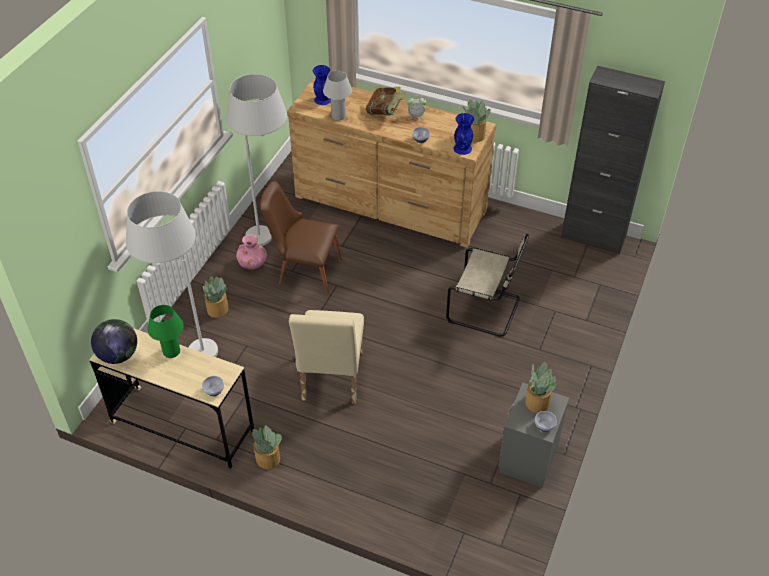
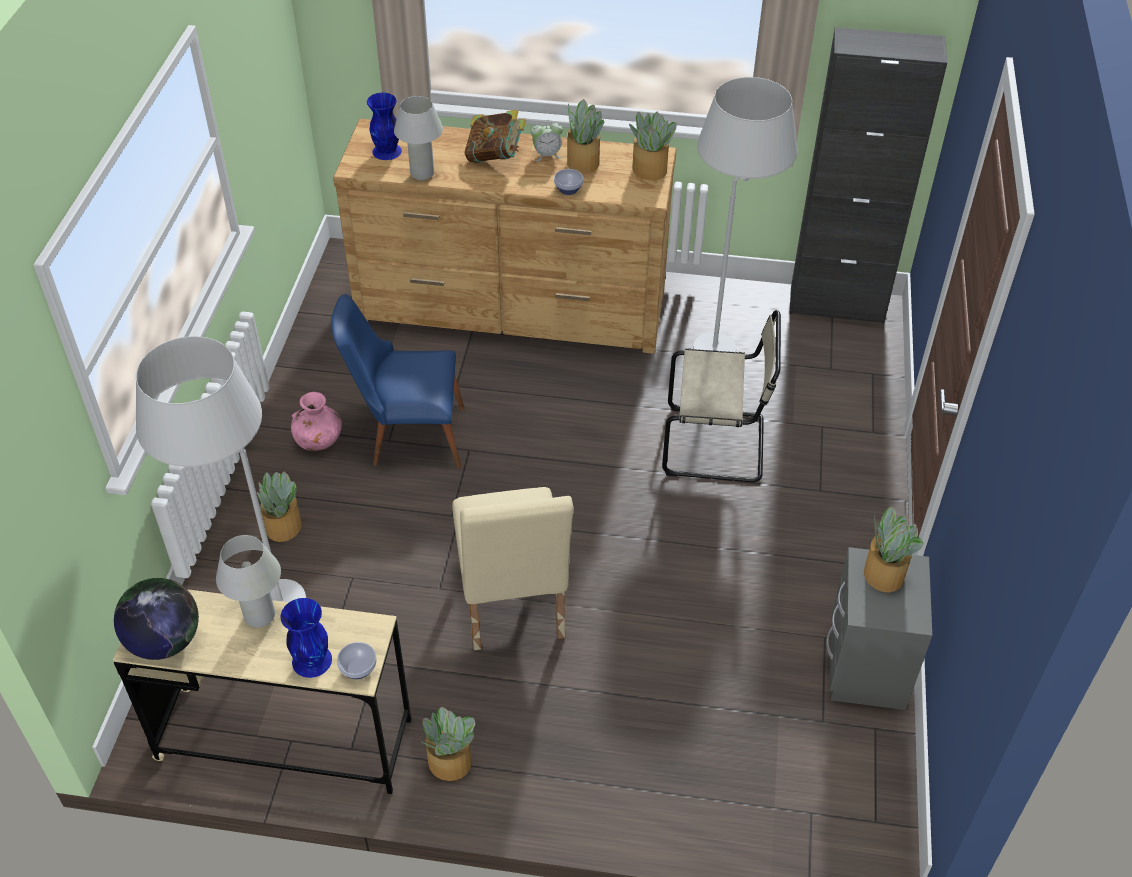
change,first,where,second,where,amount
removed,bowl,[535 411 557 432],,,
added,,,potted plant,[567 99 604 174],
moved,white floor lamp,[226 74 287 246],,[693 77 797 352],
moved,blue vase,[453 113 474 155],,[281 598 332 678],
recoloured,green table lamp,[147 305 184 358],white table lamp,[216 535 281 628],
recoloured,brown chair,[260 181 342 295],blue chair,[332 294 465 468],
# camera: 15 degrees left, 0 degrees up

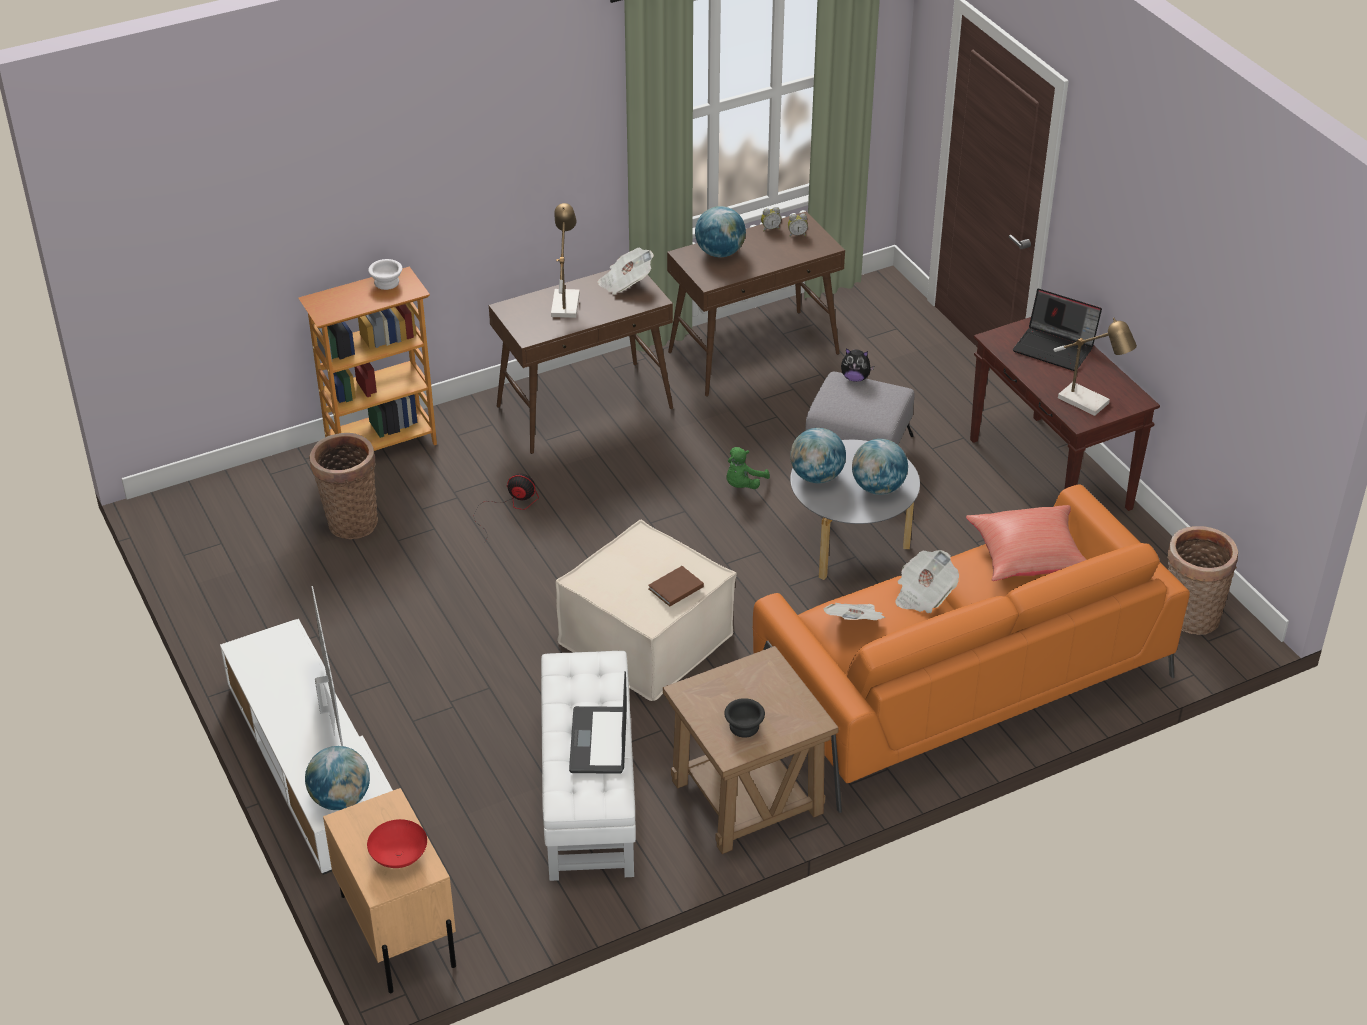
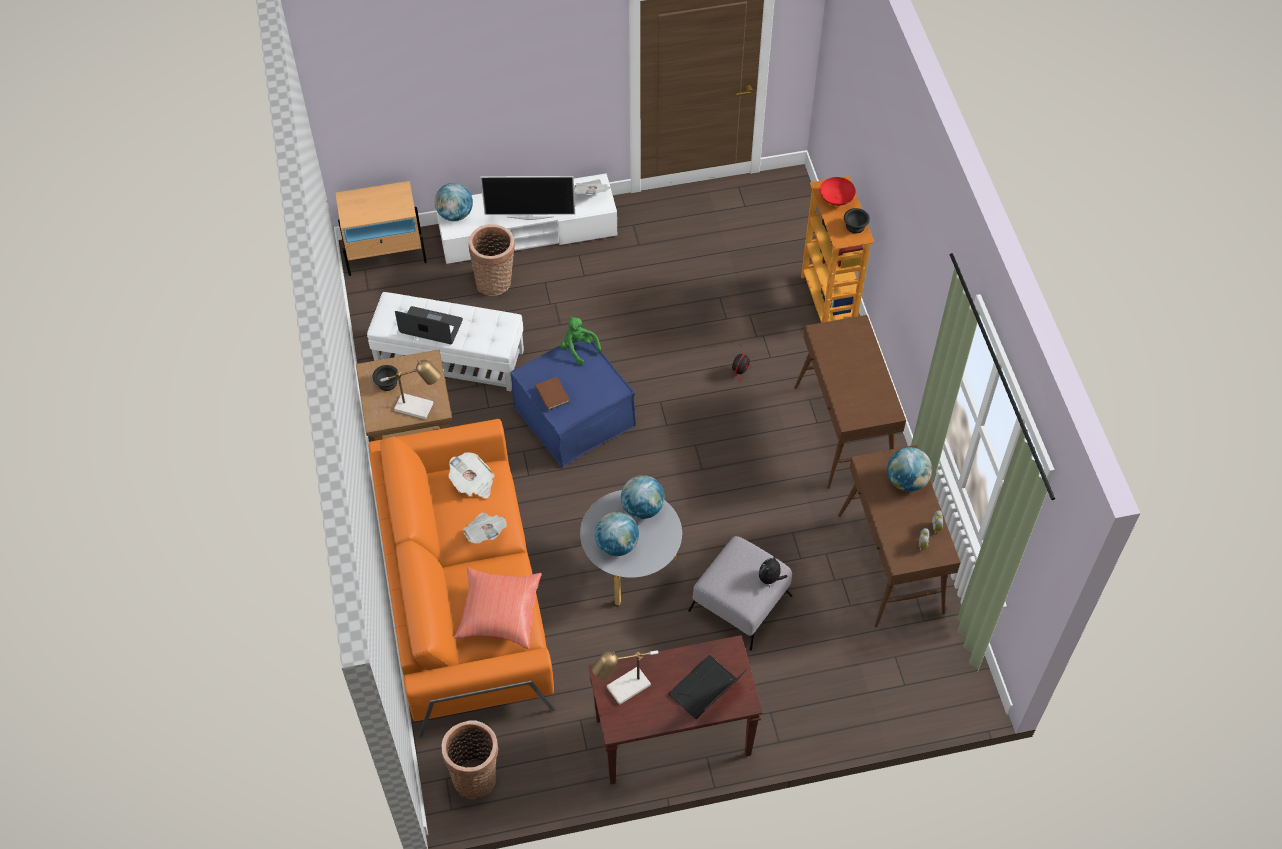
change,first,where,second,where,amount
moved,basket,[309 433 378 539],,[468 224 515 296],
moved,red bowl,[367 819 427 868],,[820 177 856 206],
moved,table lamp,[551 203 580 318],,[380 360 441 419],
moved,newspaper,[598 247 654 295],,[574 180 610 195],
moved,green plush toy,[727 447 770 489],,[560 316 601 365],
recoloured,white bowl,[368 259 402 290],black bowl,[844 208 870 233],
recoloured,beige ottoman,[555 519 737 701],blue ottoman,[510 333 636 467],
# camera: 105 degrees right, 15 degrees up

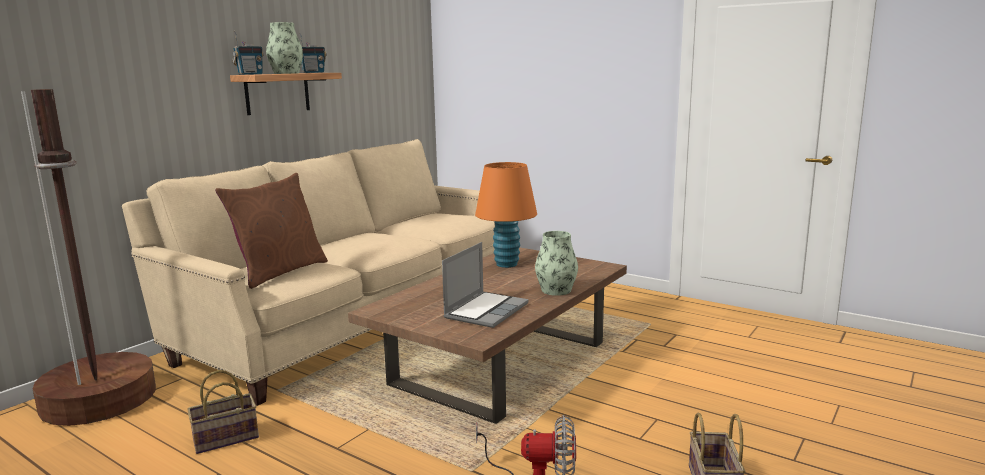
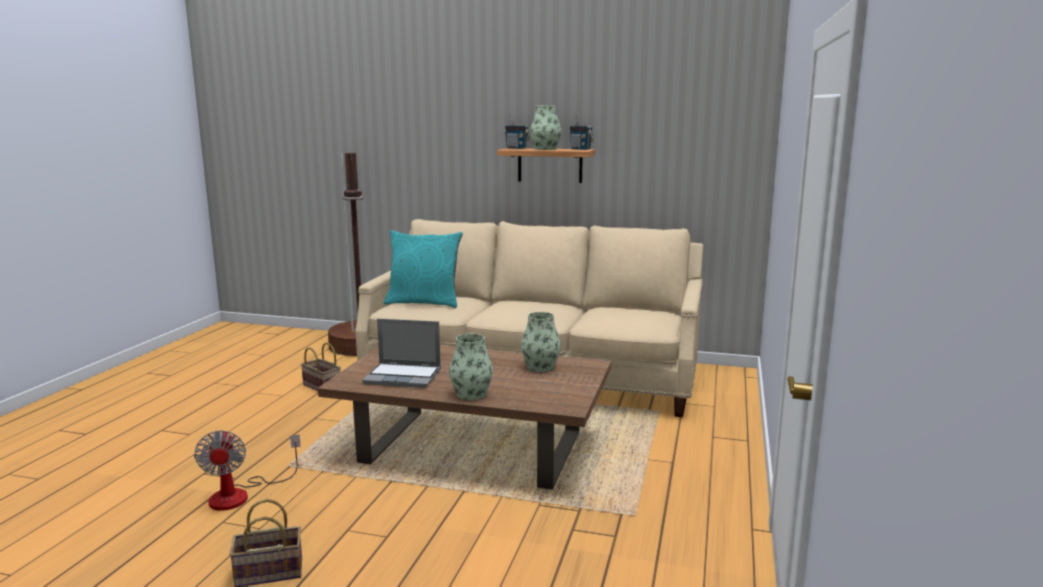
change,first,where,second,where,amount
replaced,orange table lamp,[475 162 537 268],vase,[521 312 561 372],
recoloured,brown pillow,[215 173 328 289],turquoise pillow,[384 230 463 308],
# camera: 70 degrees right, 0 degrees up

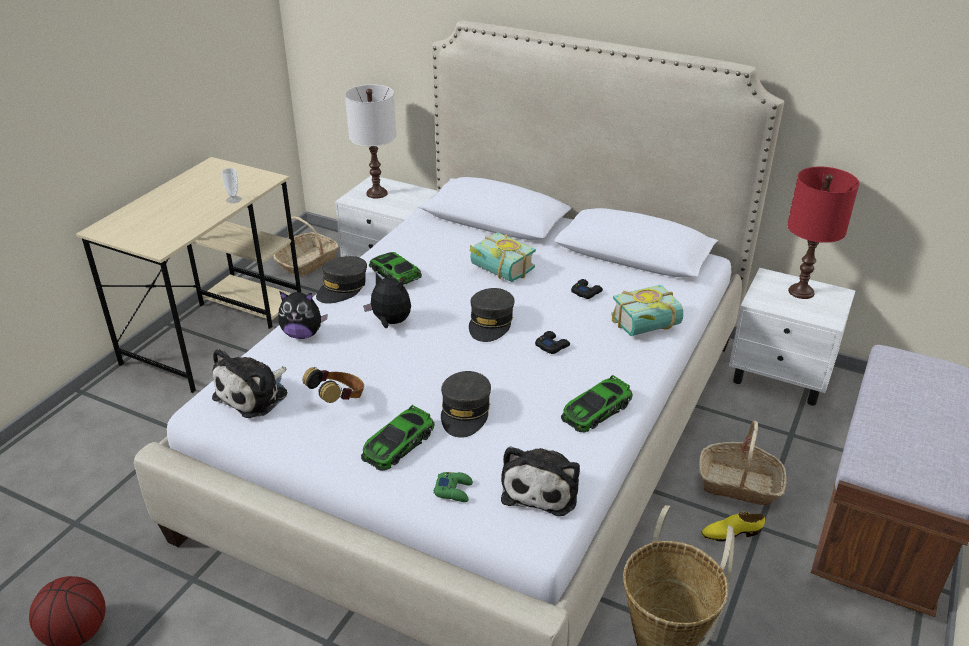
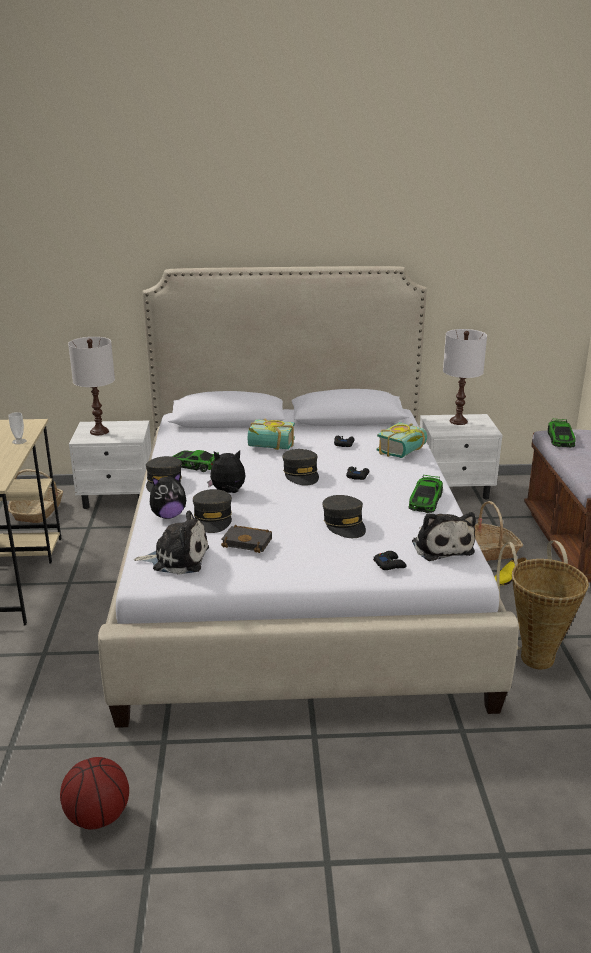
change,first,where,second,where,amount
added,,,grey cap,[193 489 232 533],
moved,toy car,[361 405 435 471],,[548 418 576 448],
replaced,headphones,[302 367 364 403],black book,[221 525 272 553],
recoloured,green game controller,[434 472 473 502],black game controller,[373 551 406 570],
recoloured,red table lamp,[787 167 859 299],white table lamp,[443 329 487 425],
turned,plush toy,[212 348 287 418],,[134 511 209 575],90 degrees counterclockwise
# camera: 30 degrees left, 10 degrees down

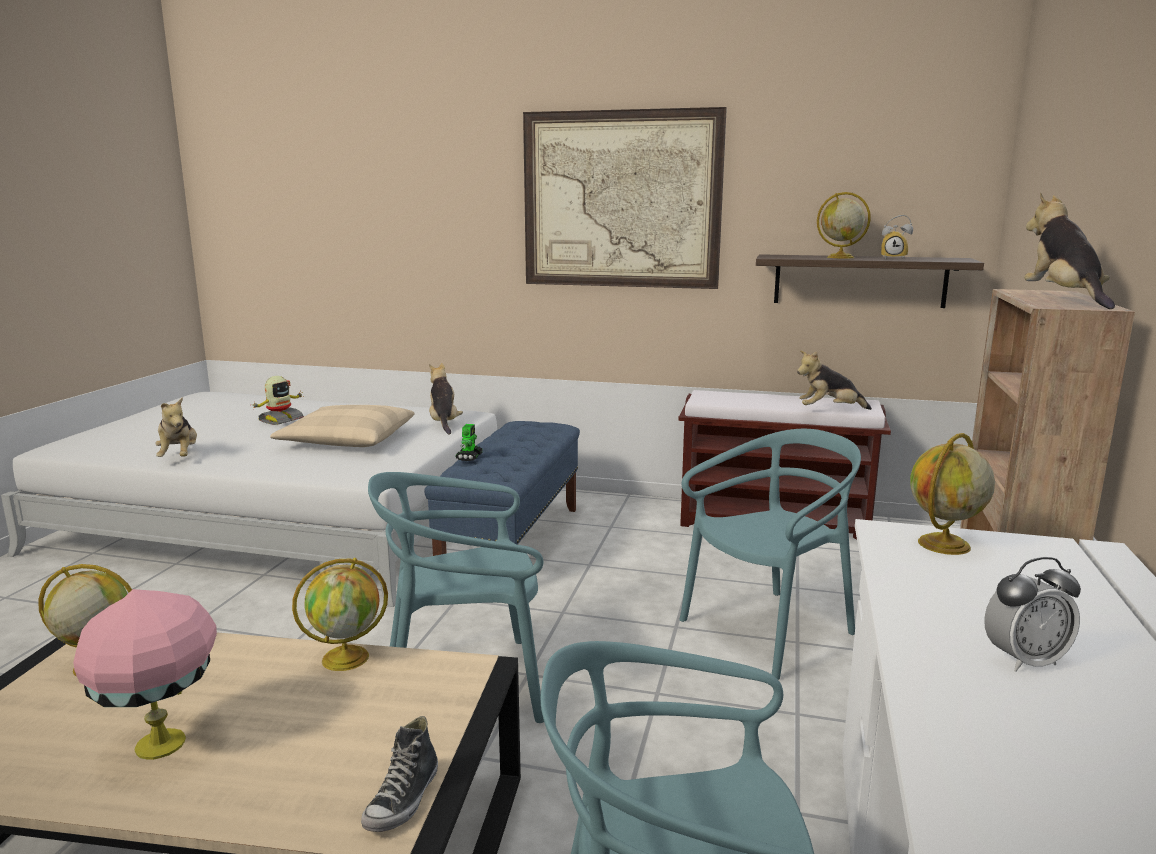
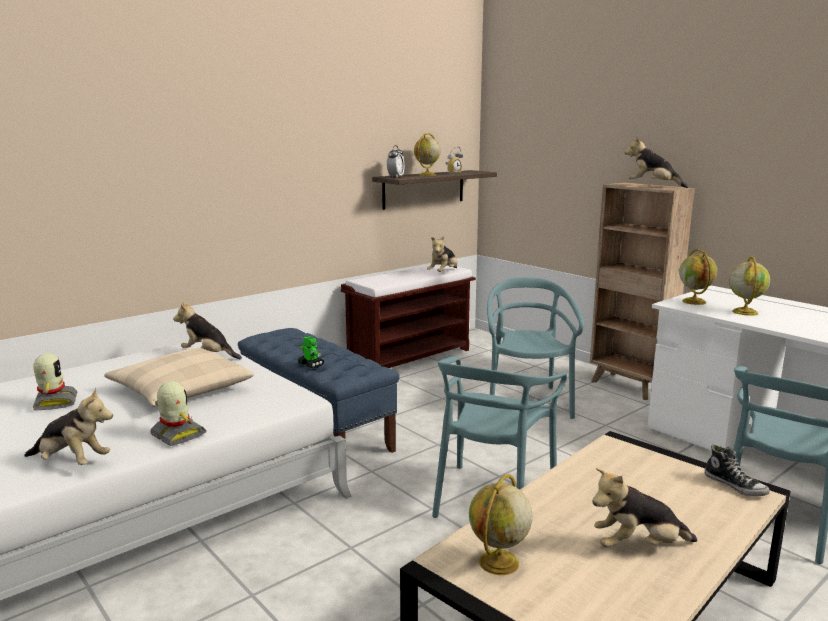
change,first,where,second,where,amount
removed,picture,[523 107 727 289],,,
added,,,toy robot,[150 381 207 446],
moved,globe,[292 558 388 671],,[729 256 770 316],
moved,alarm clock,[984 557 1081 672],,[387 145 405 178],
replaced,pink table lamp,[73 589 217 760],plush toy,[592 468 697 547],
# camera: 55 degrees left, 0 degrees up

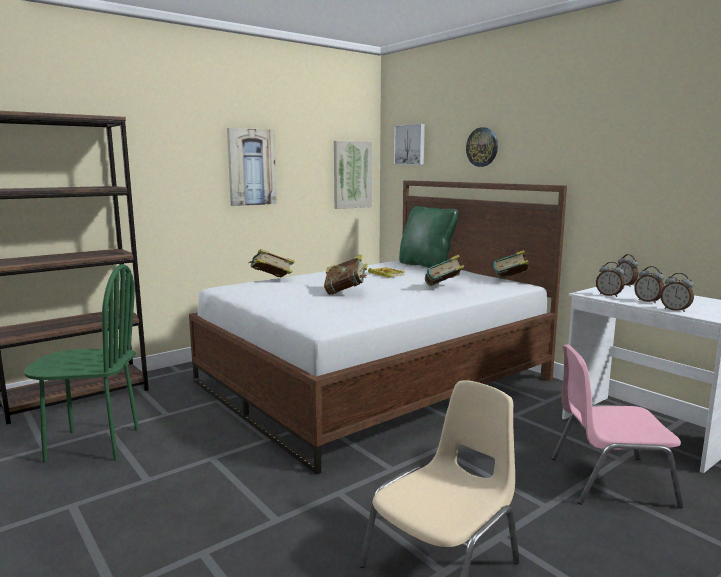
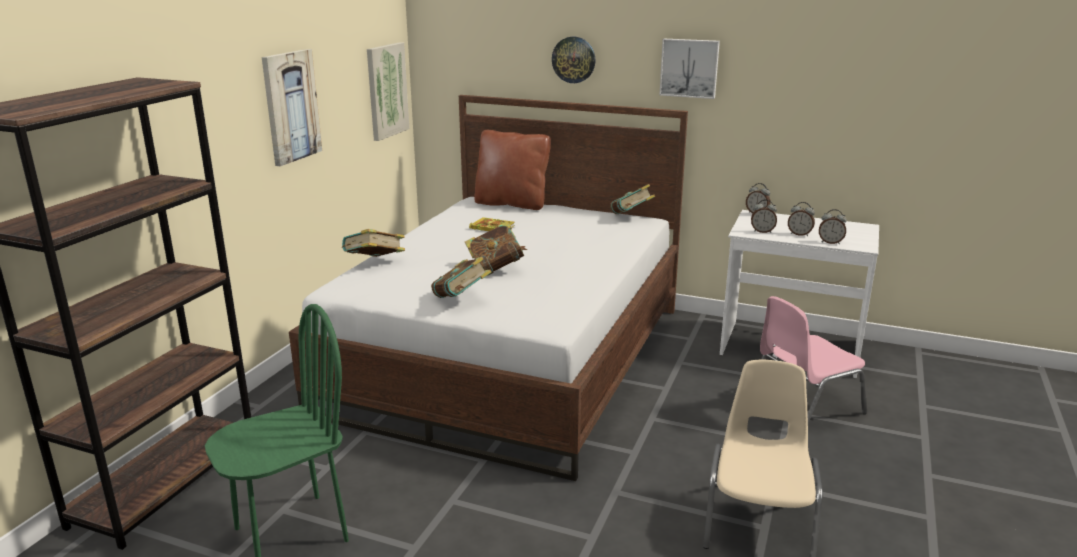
change,first,where,second,where,amount
moved,picture,[394 124 425 165],,[660 39 720 99],
moved,book,[425 255 464 286],,[431 257 492 298],
recoloured,green pillow,[399 206 458 268],brown pillow,[474 130 551 210],
# camera: 30 degrees left, 10 degrees up

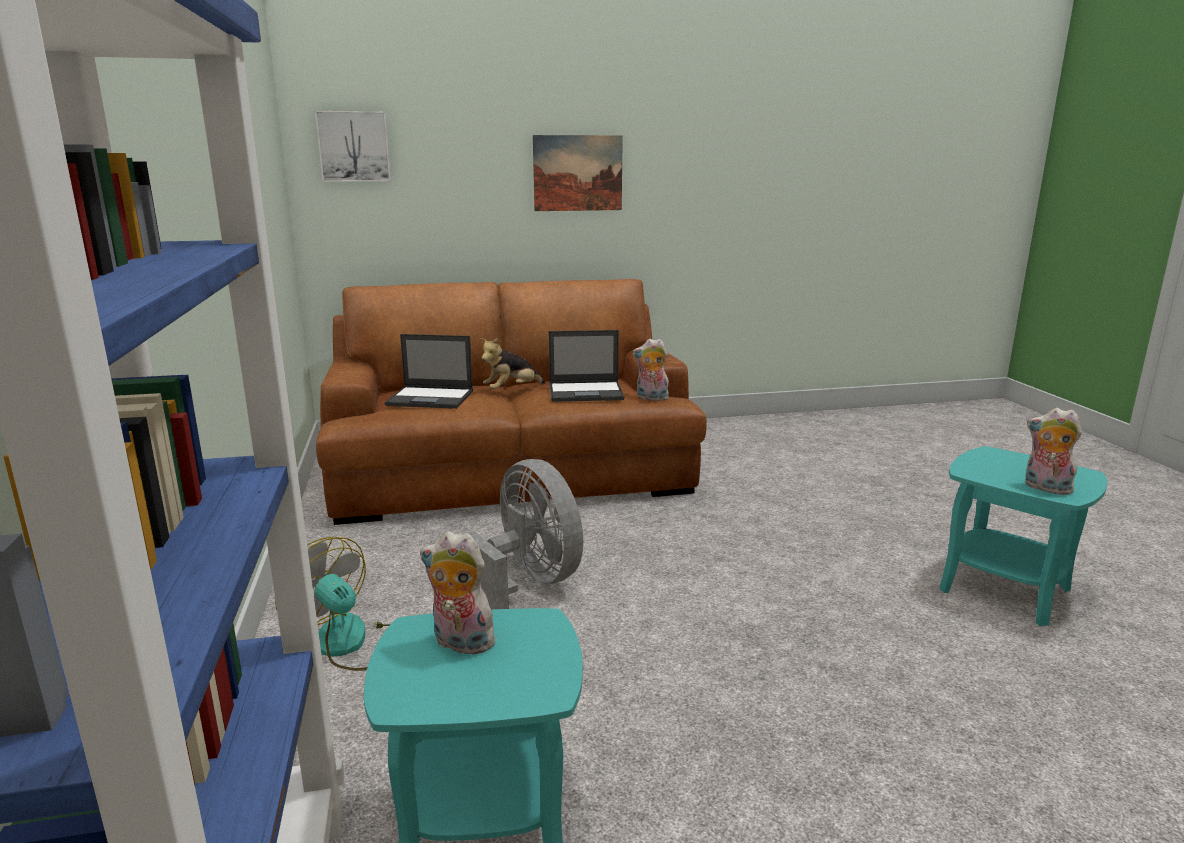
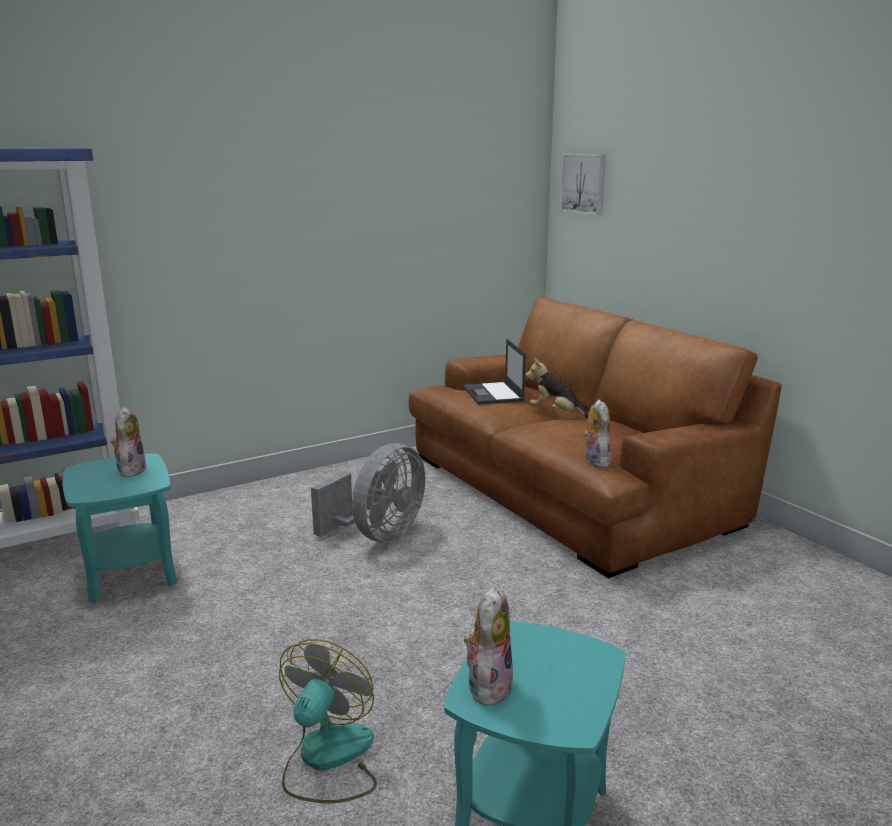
change,first,where,second,where,amount
removed,picture,[533 135 623 211],,,
removed,laptop,[549 330 624 402],,,
moved,fan,[275 537 391 671],,[279 639 377 803],
# camera: 70 degrees right, 0 degrees up

